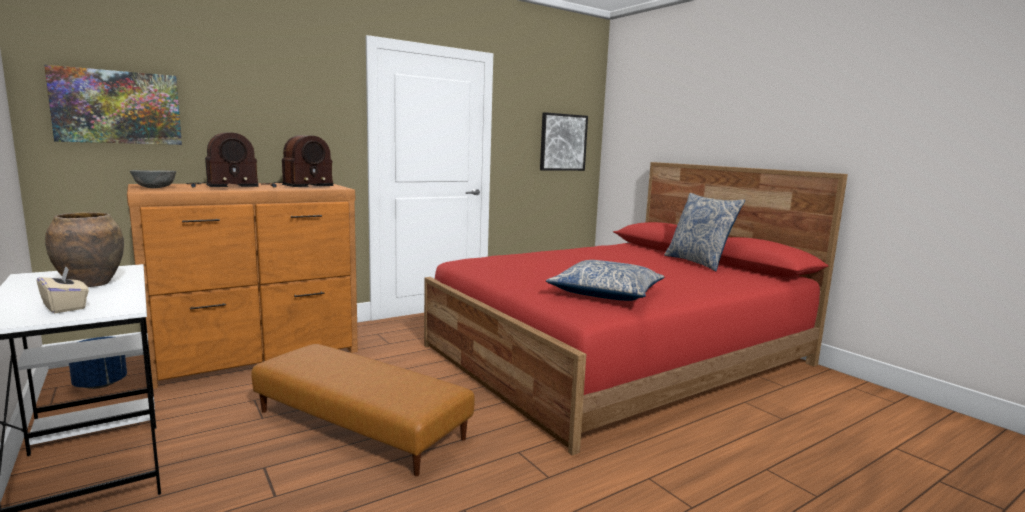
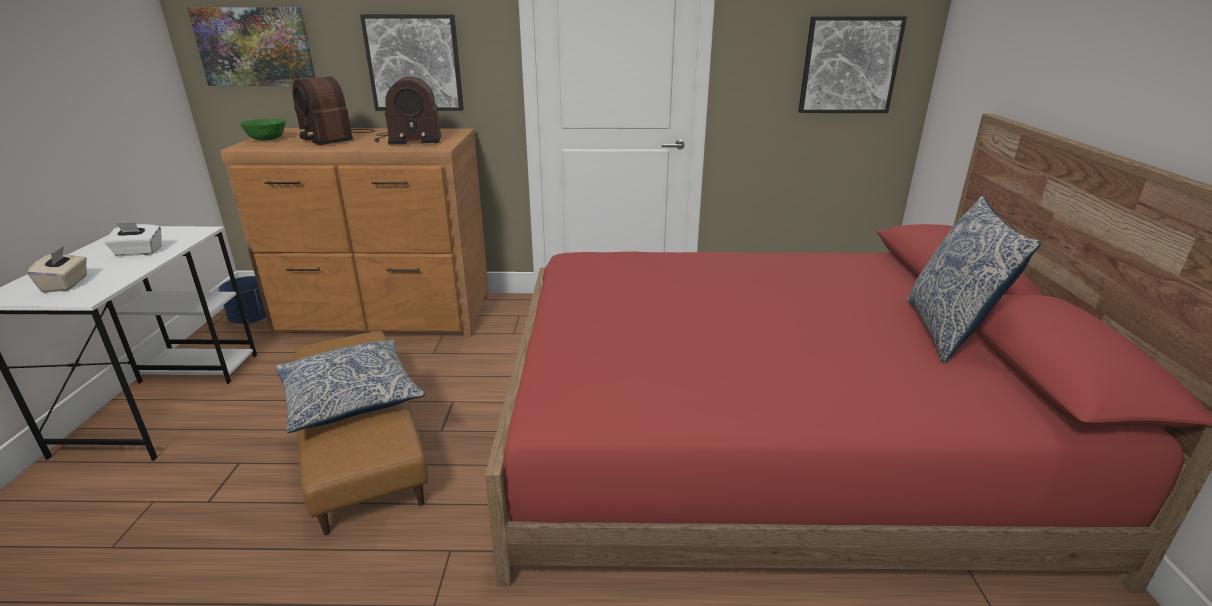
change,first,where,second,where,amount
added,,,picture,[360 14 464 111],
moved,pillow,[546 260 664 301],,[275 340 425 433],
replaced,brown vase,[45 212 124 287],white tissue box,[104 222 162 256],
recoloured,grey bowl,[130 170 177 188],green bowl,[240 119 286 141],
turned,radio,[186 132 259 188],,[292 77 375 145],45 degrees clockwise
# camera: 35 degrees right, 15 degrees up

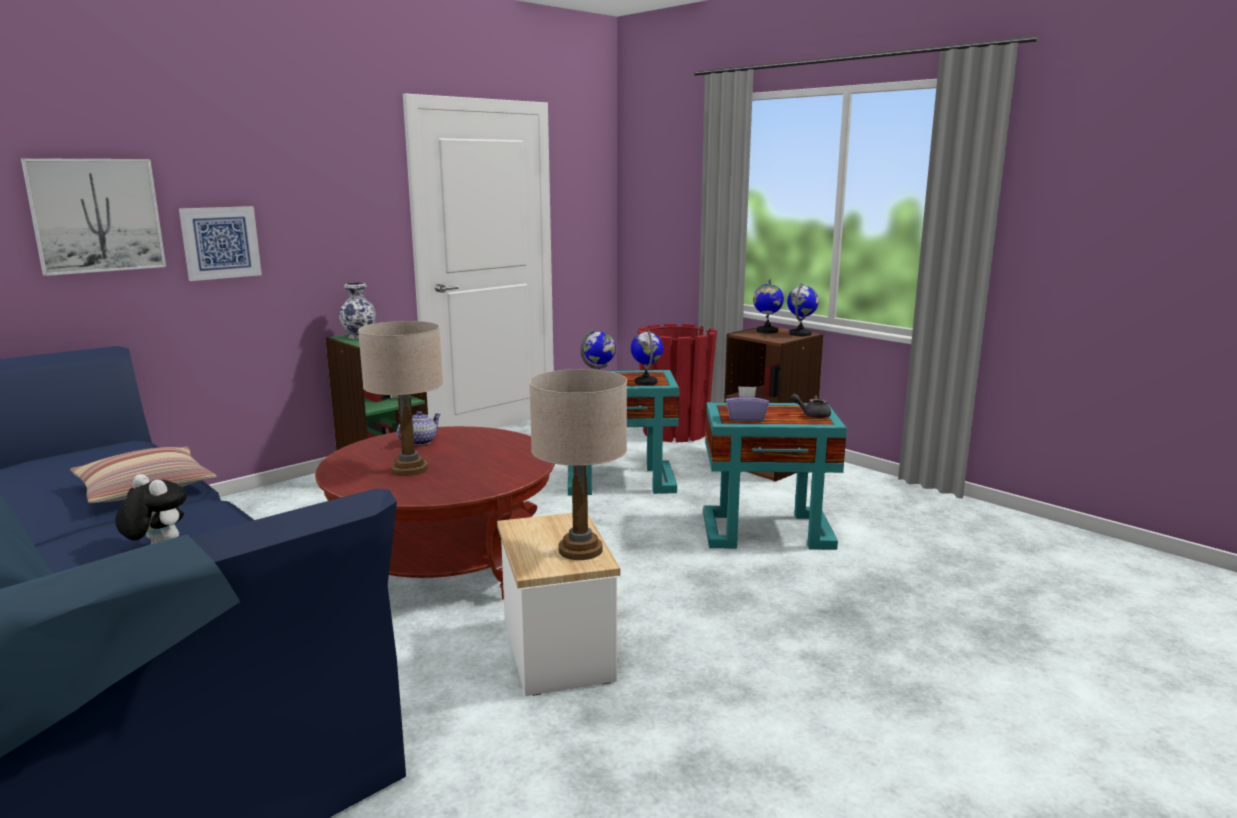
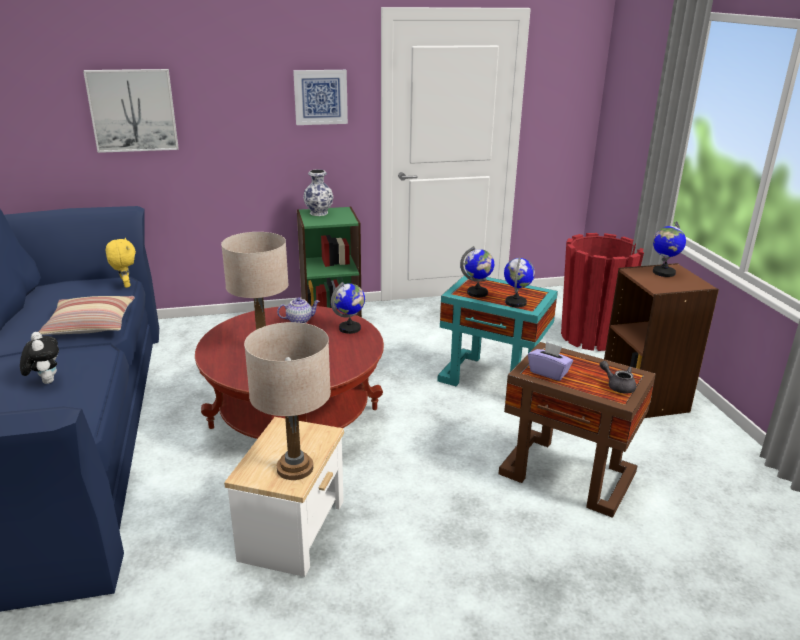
change,first,where,second,where,amount
added,,,yellow plush toy,[106 238 136 288],
moved,picture,[179 206 262 281],,[293 70 348 125],
moved,globe,[787 283 819 336],,[331 282 365 334],
recoloured,turquoise side table,[703 402 847 550],brown side table,[499 342 656 518],
# camera: 30 degrees right, 10 degrees up

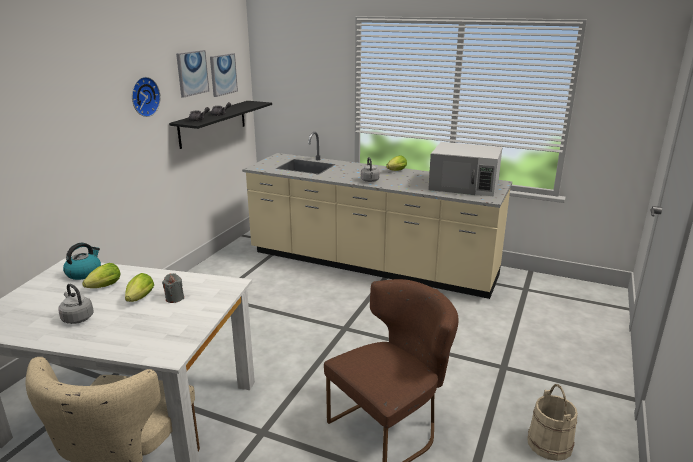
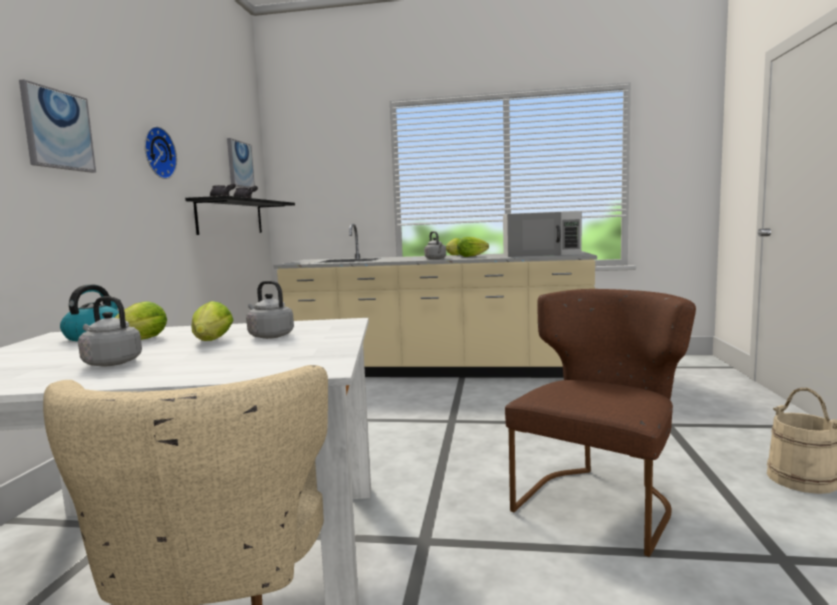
change,first,where,second,where,amount
added,,,lettuce,[457 237 489 257],
moved,picture,[176 50 209 98],,[19 79 96 173],
replaced,grey candle,[162 273 184 303],grey kettle,[246 281 294 339],
# camera: 15 degrees left, 15 degrees down

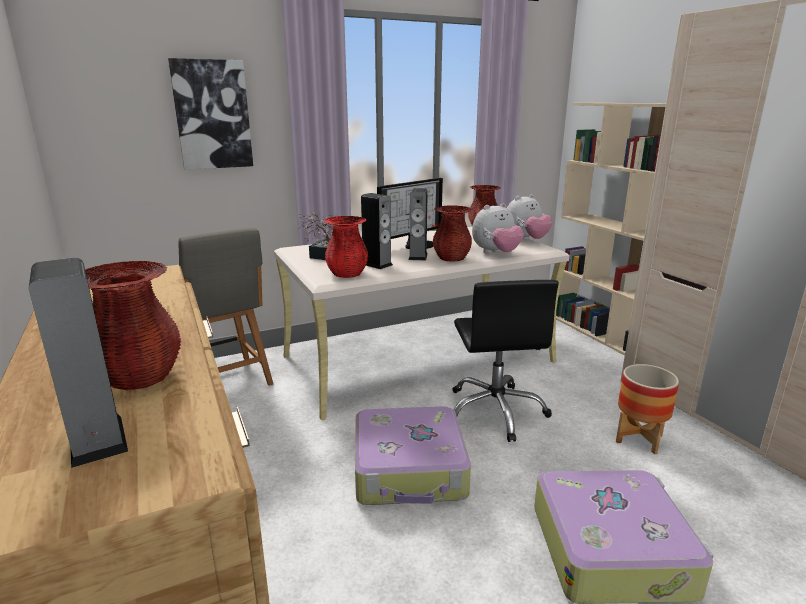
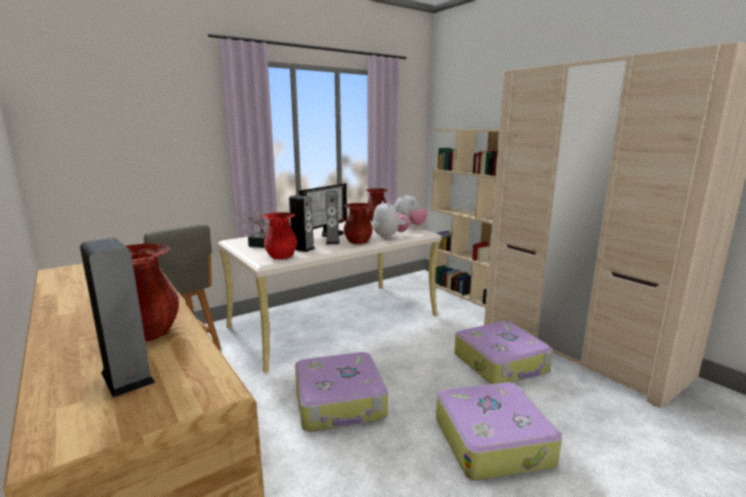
change,first,where,second,where,amount
removed,picture,[168 58 253 170],,,
removed,black office chair,[452 280 559 442],,,
replaced,planter,[616 364 679 455],suitcase,[455 321 553 384],
turned,plush toy,[472 203 524 253],,[373 201 410 239],75 degrees counterclockwise
# camera: 10 degrees left, 5 degrees down

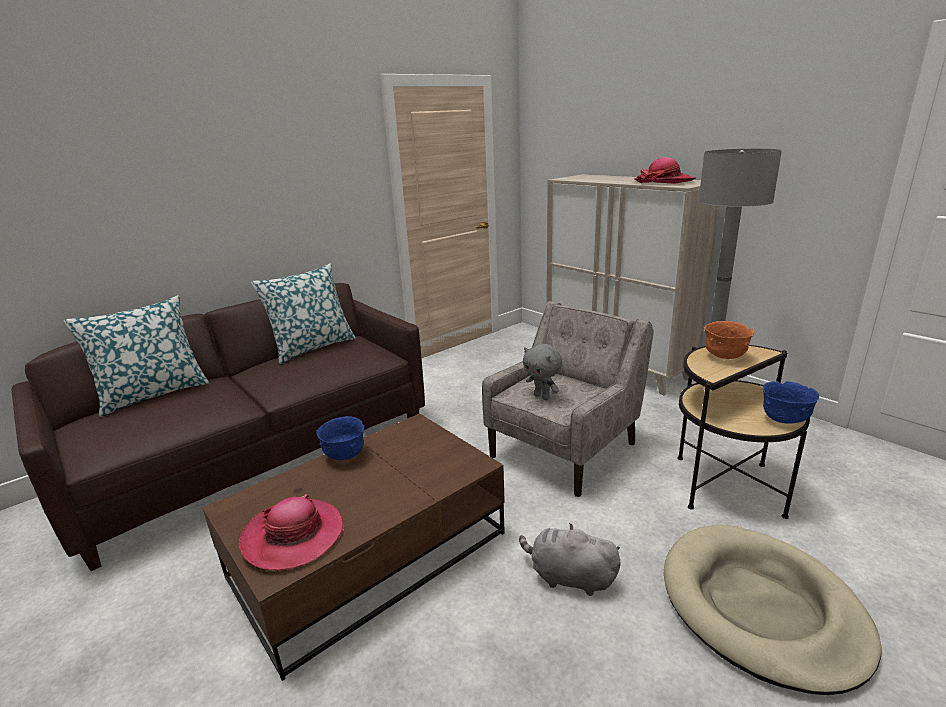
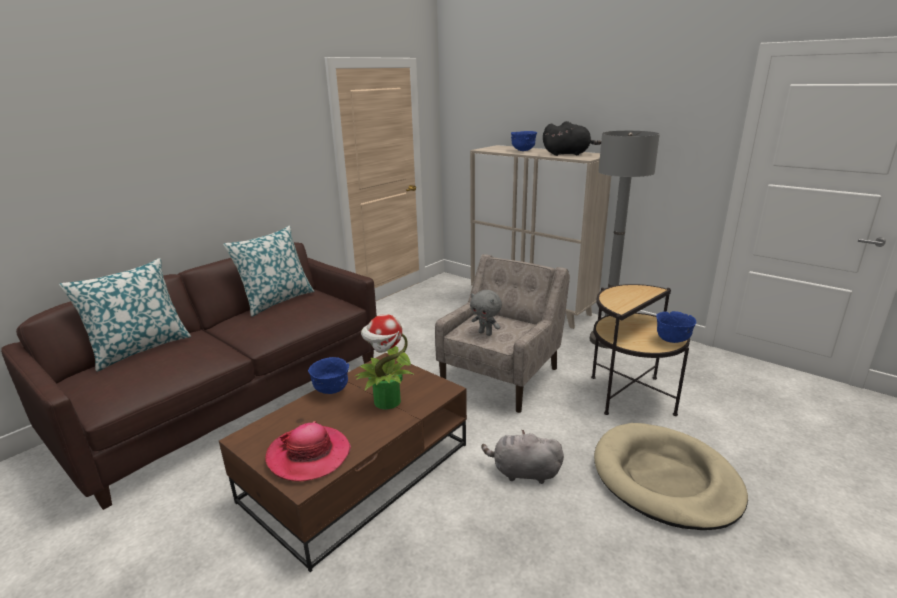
change,first,where,second,where,amount
removed,orange bowl,[705 321 754 359],,,
added,,,potted plant,[354 314 415 410],
added,,,blue bowl,[511 131 537 151],
replaced,hat,[634 157 696 184],black plush toy,[543 121 601 156],
# camera: 10 degrees left, 0 degrees up

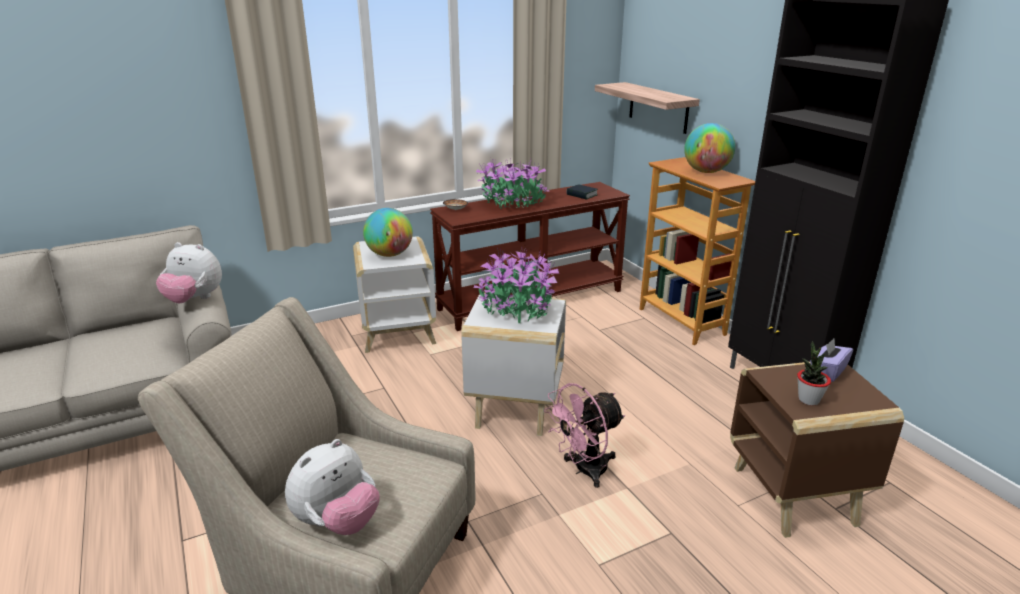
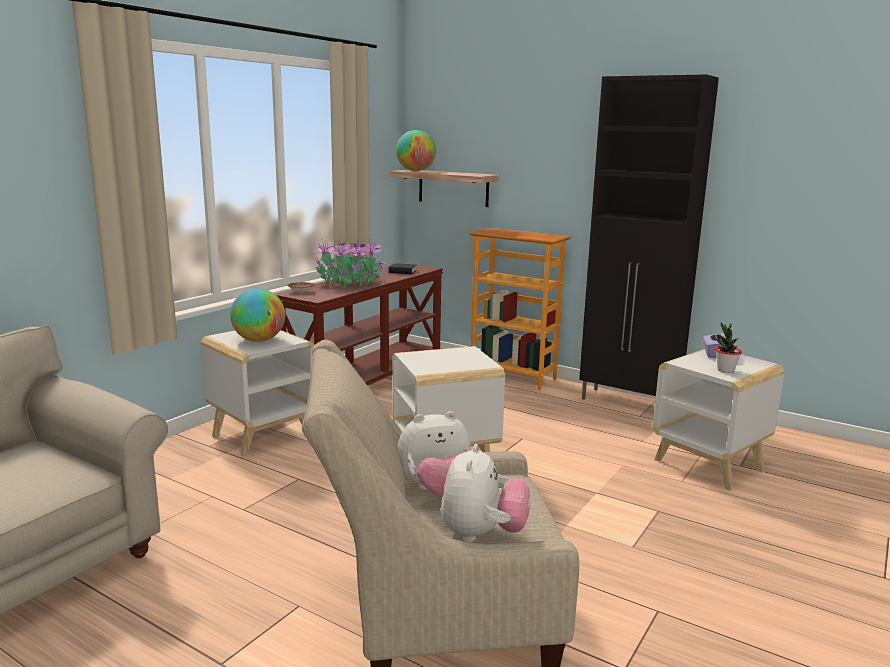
change,first,where,second,where,amount
removed,potted plant,[474 247 559 323],,,
removed,pink fan,[544 383 625 488],,,
moved,plush toy,[156 242 222 303],,[397 411 471 497],
moved,globe,[684 123 735 173],,[396 130 436 171],
recoloured,brown side table,[730 362 904 538],white side table,[653 349 784 491],
# camera: 30 degrees left, 10 degrees down

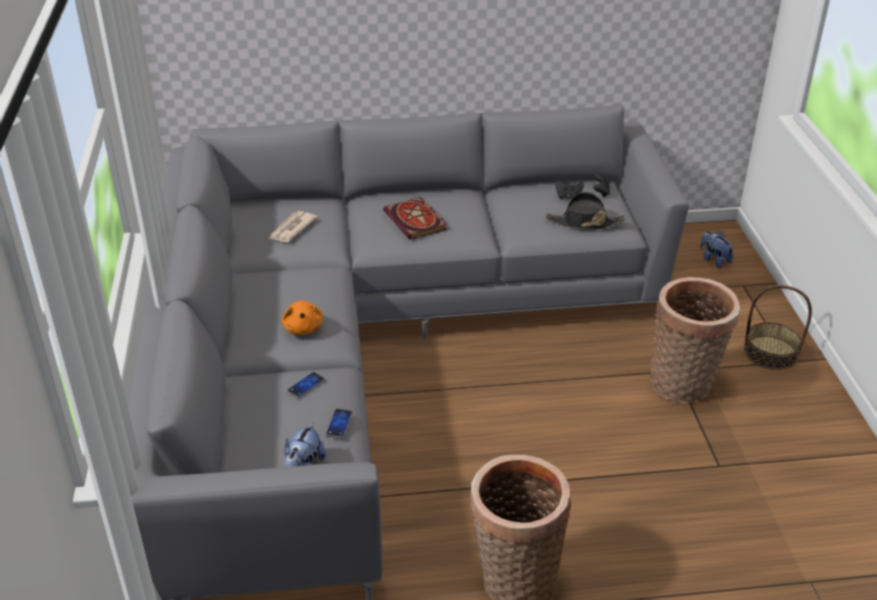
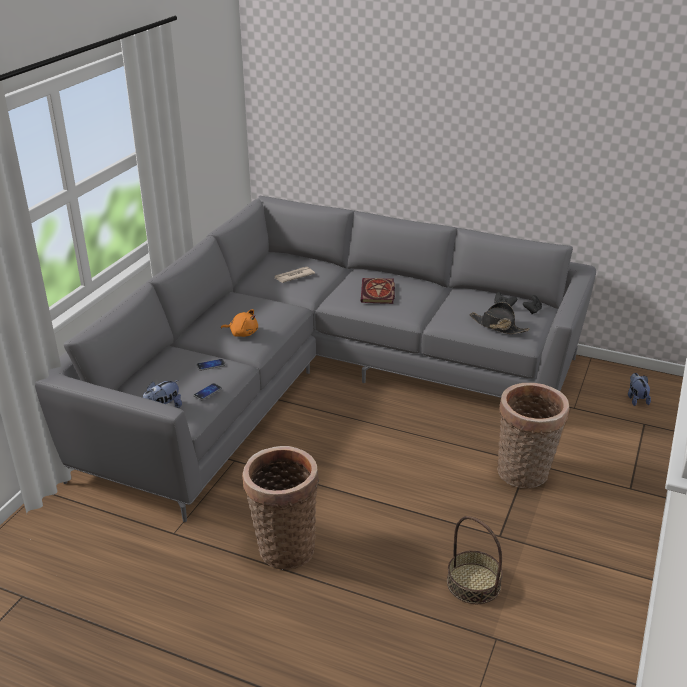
change,first,where,second,where,amount
moved,basket,[744 285 812 370],,[447 516 503 604],
turned,orange plush toy,[282 301 323 335],,[221 309 258 337],90 degrees counterclockwise
# camera: 30 degrees right, 5 degrees down

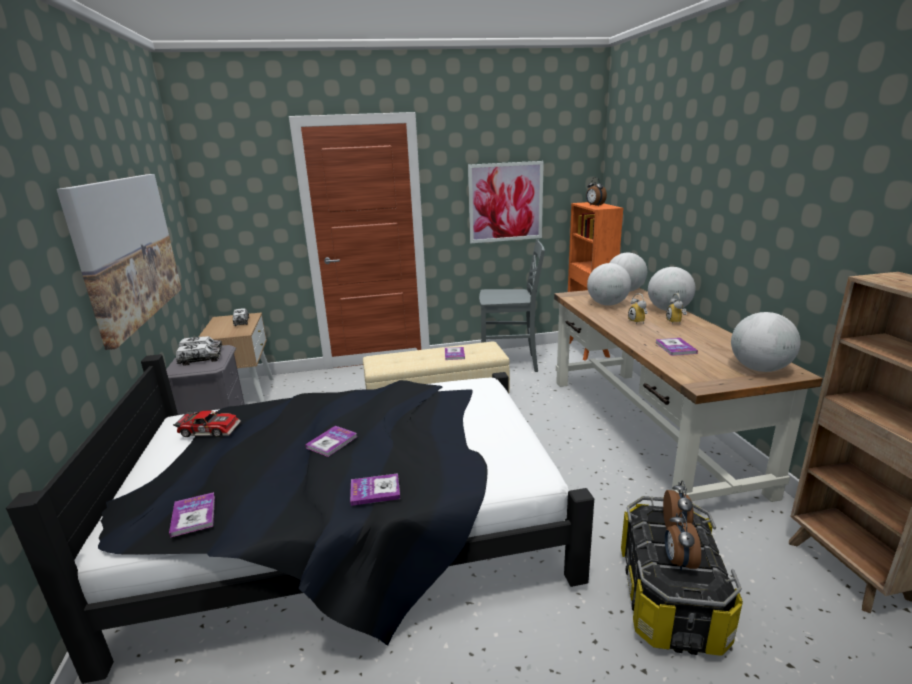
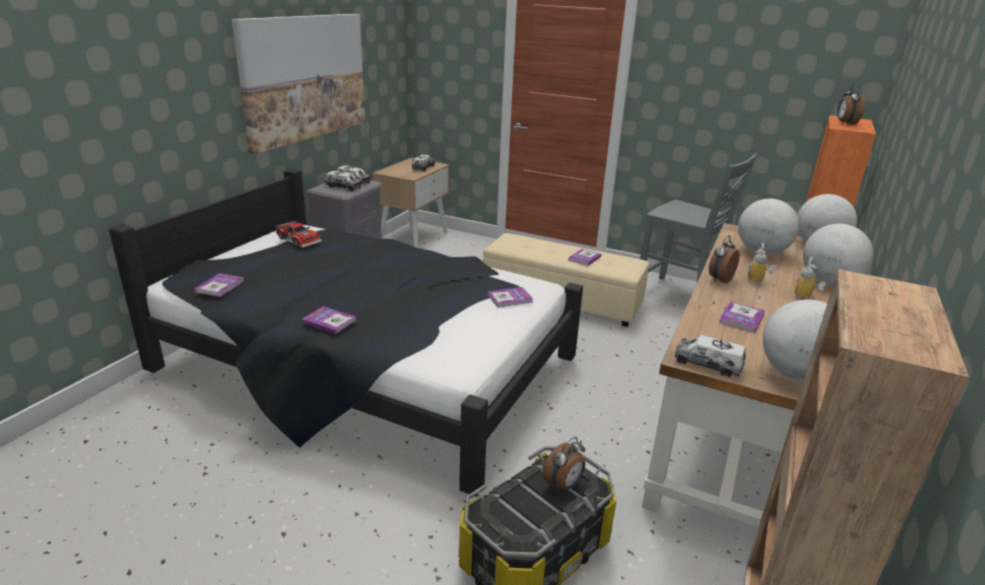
change,first,where,second,where,amount
removed,picture,[468 161 544 243],,,
added,,,toy truck,[675 335 746 377],
moved,book,[305 426 357 457],,[487 287 533 307],
moved,alarm clock,[665 512 701 571],,[709 235 740 283],
# camera: 35 degrees right, 5 degrees up

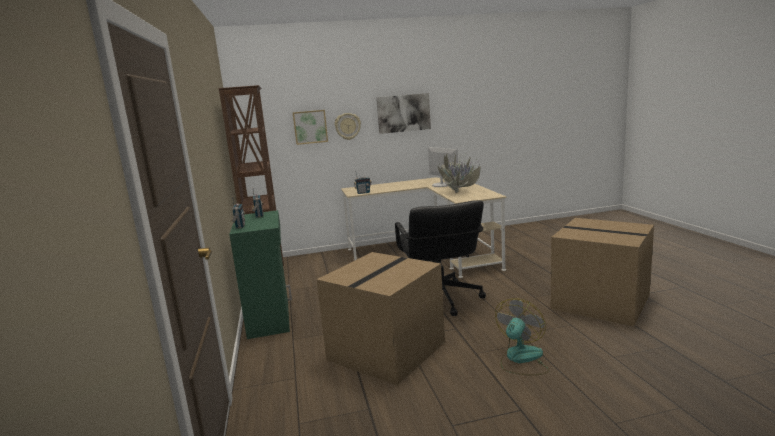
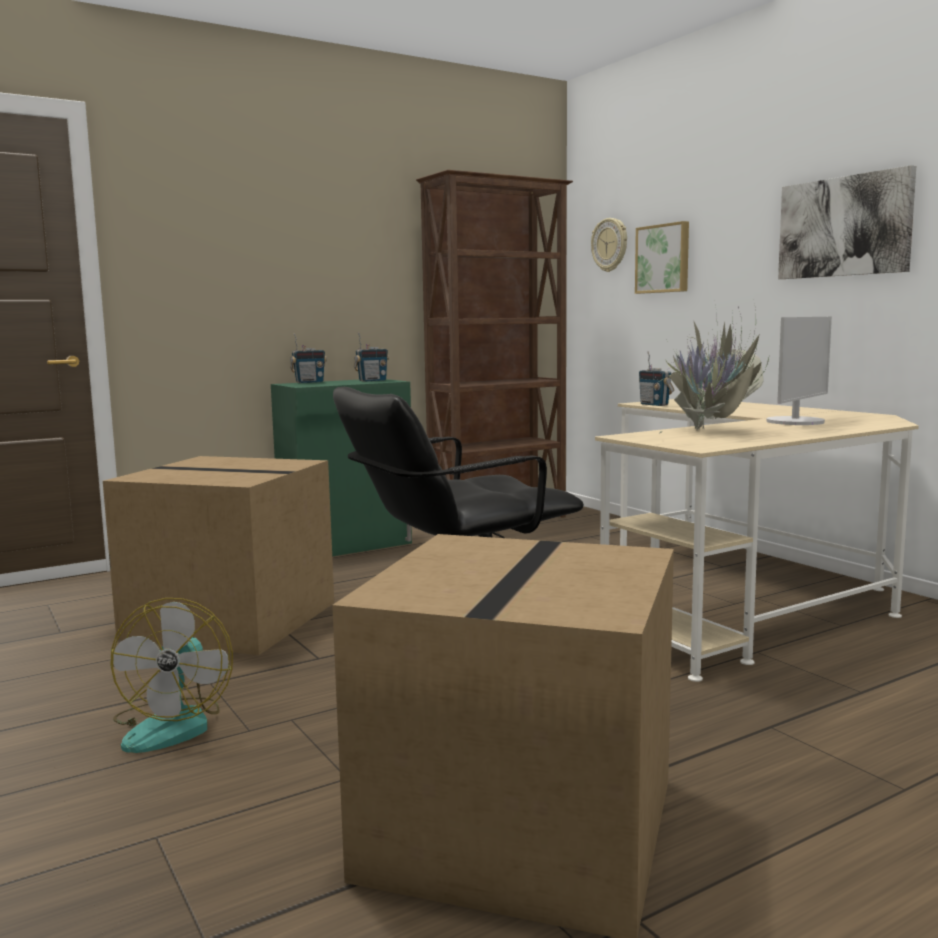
change,first,where,second,where,amount
moved,wall clock,[335 113 361 140],,[591 218 627 272],
turned,fan,[495 298 550 375],,[110 598 233 753],75 degrees clockwise
# camera: 70 degrees right, 5 degrees down

